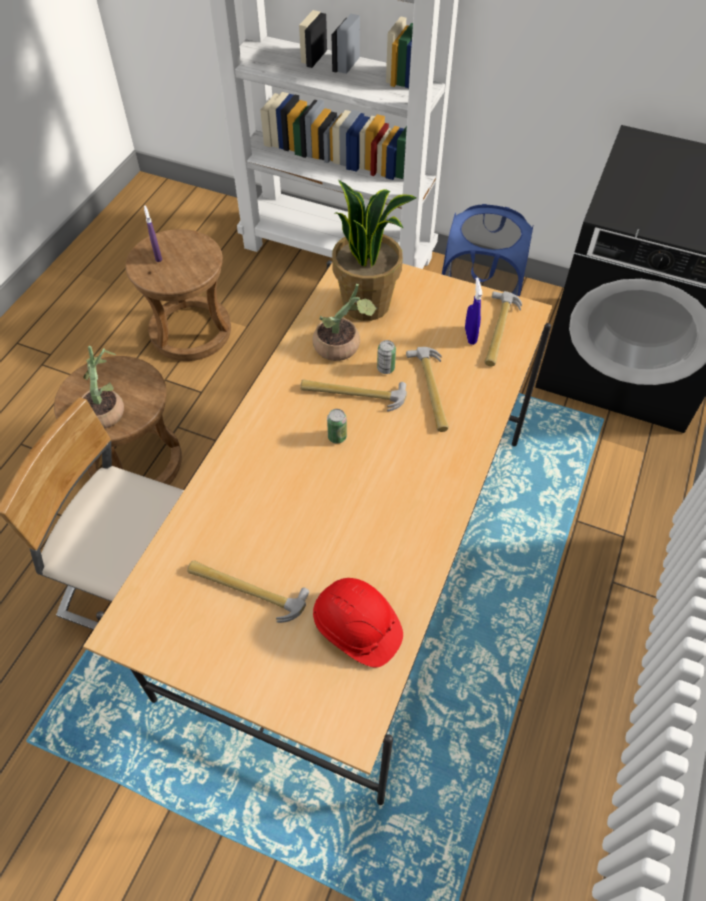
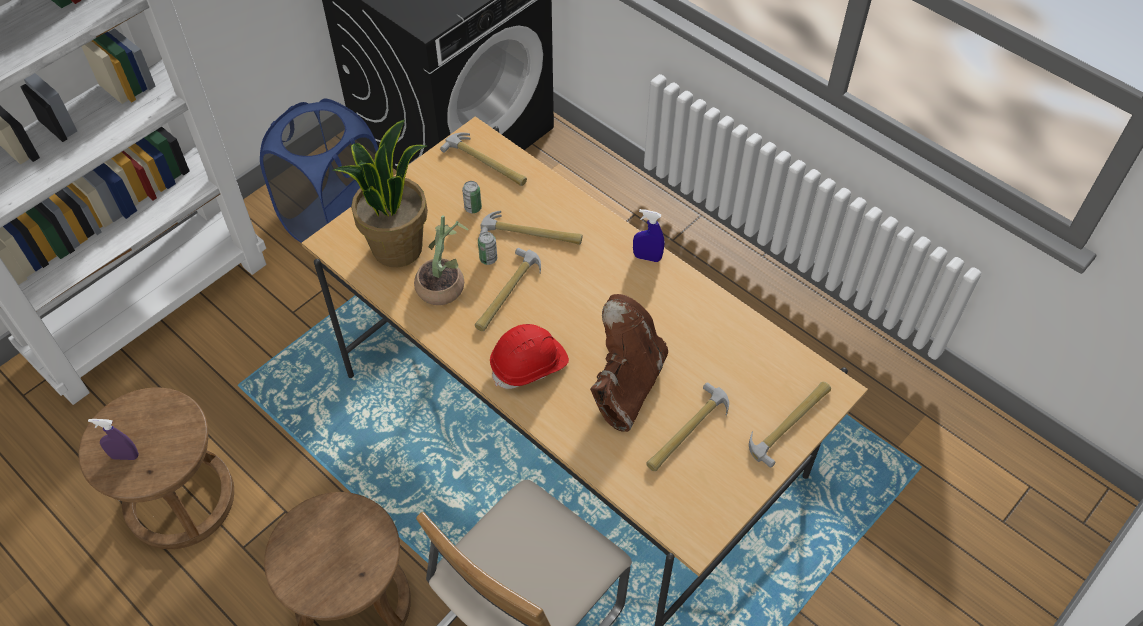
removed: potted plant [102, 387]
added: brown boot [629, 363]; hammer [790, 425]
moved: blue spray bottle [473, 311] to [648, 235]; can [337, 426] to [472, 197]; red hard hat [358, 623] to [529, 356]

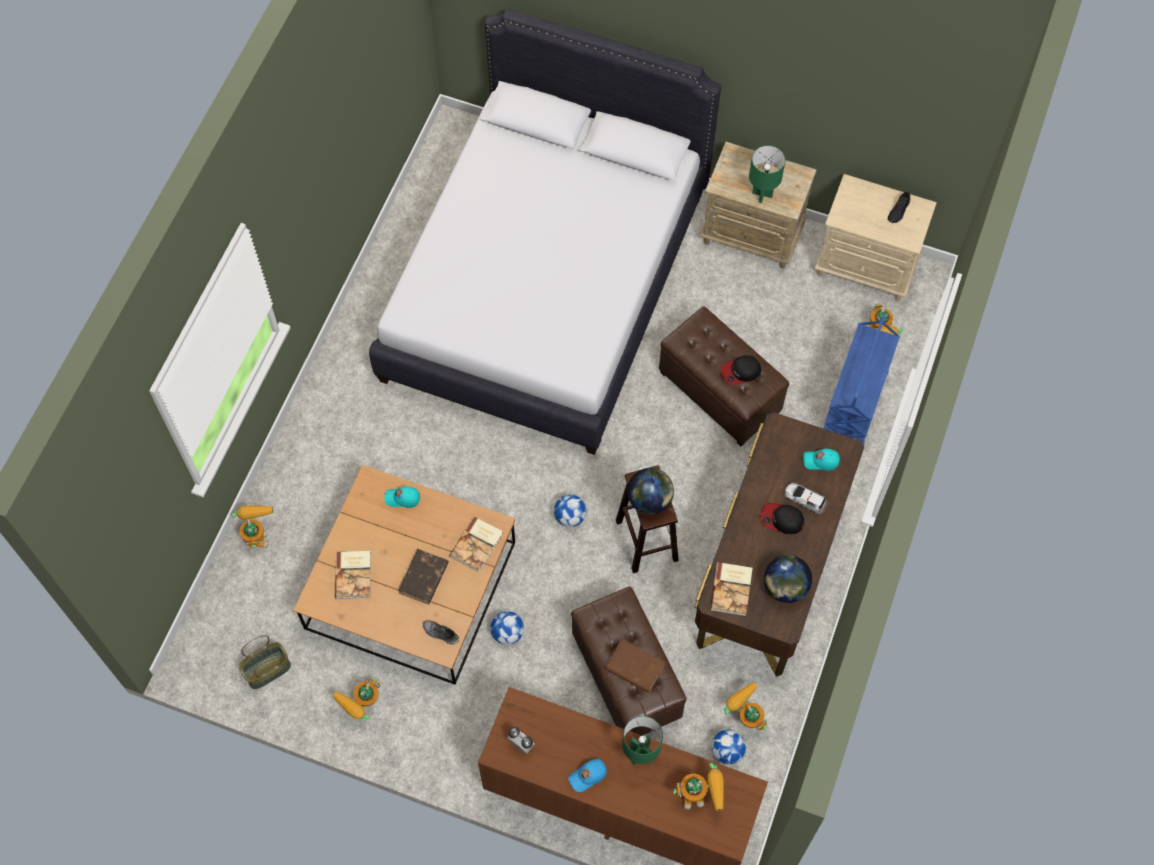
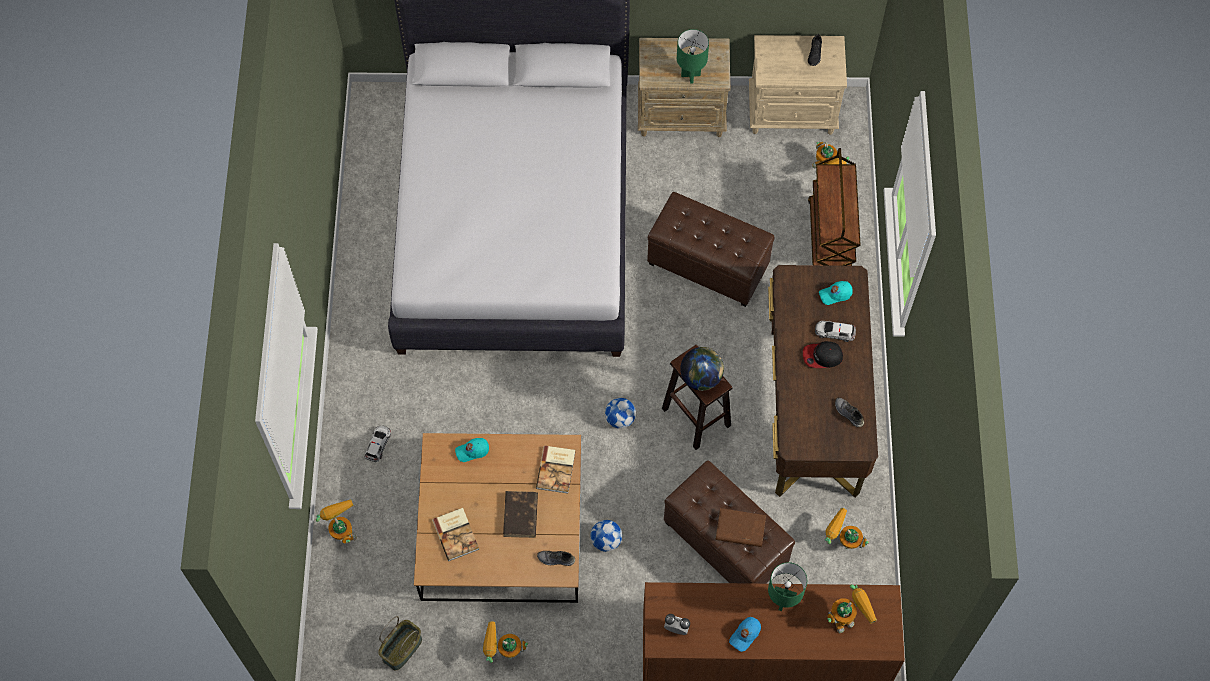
removed: cap [741, 370]; book [731, 589]; football [728, 746]
added: toy car [378, 443]
replaced: globe [788, 579] to grey shoe [849, 412]
recoloured: blue cart [861, 379] to brown cart [834, 207]
turned: toy robot [356, 699] = [505, 642] 75 degrees clockwise

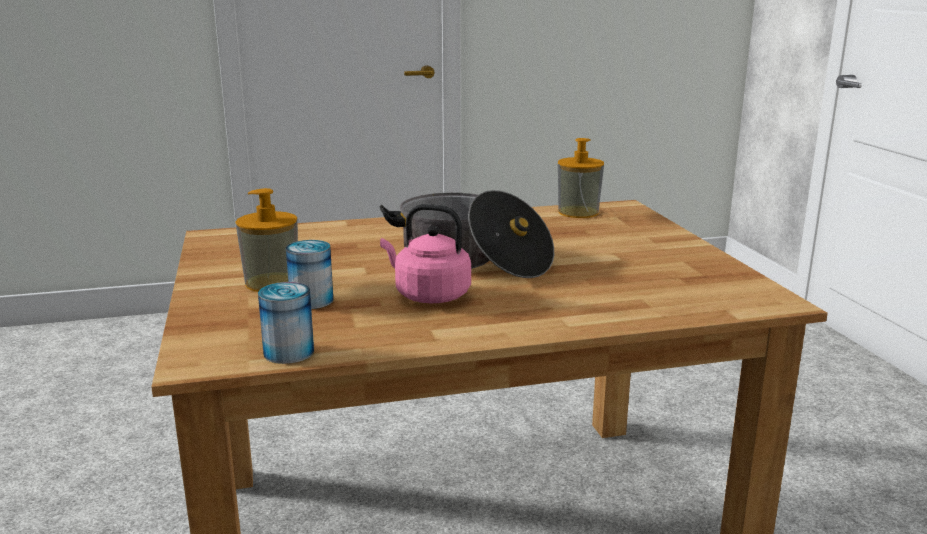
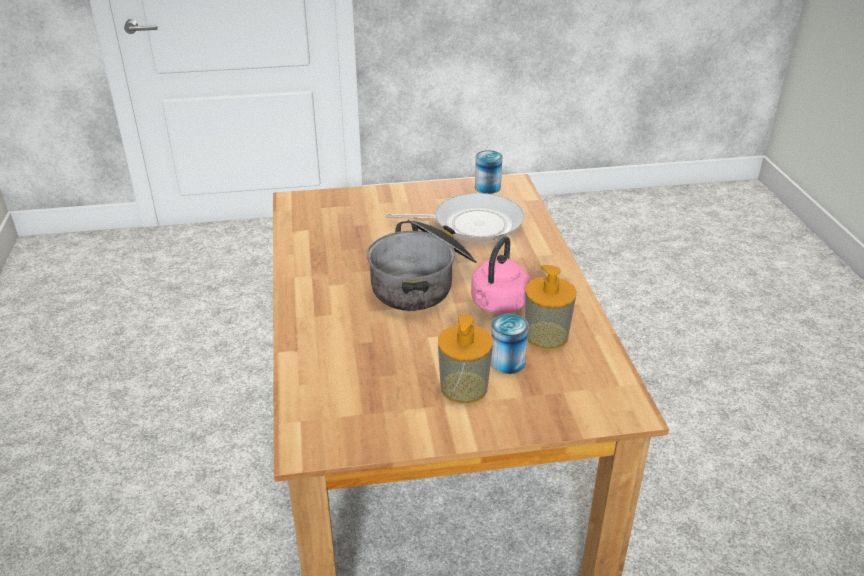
added: frying pan [455, 217]
moved: soap dispenser [581, 178] to [551, 307]; can [286, 323] to [488, 172]

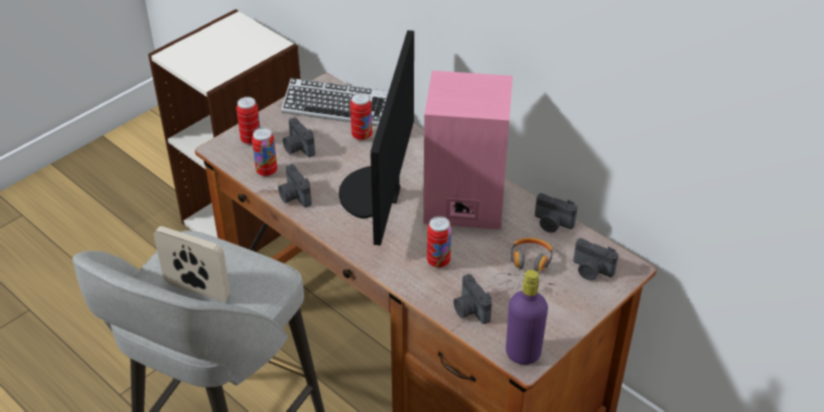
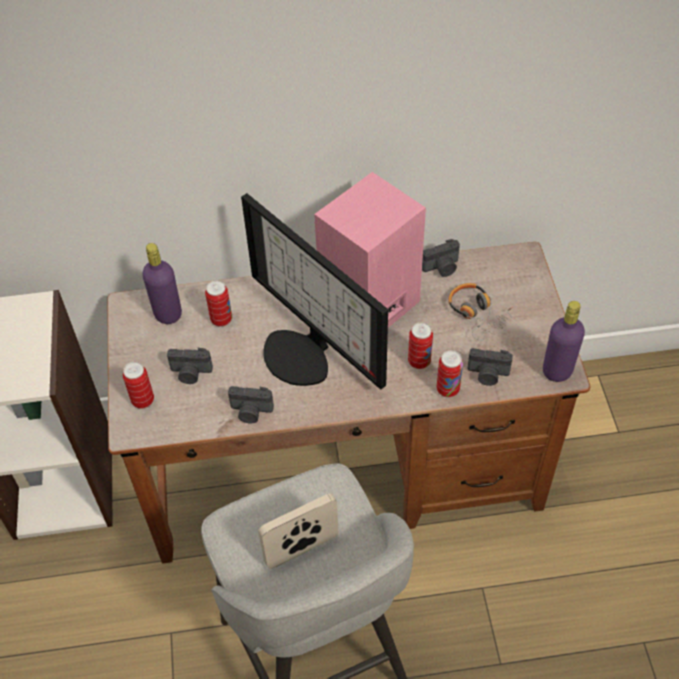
removed: photo camera [595, 259]
moved: can [264, 152] to [449, 373]
replaced: keyboard [335, 102] to purple bottle [162, 283]

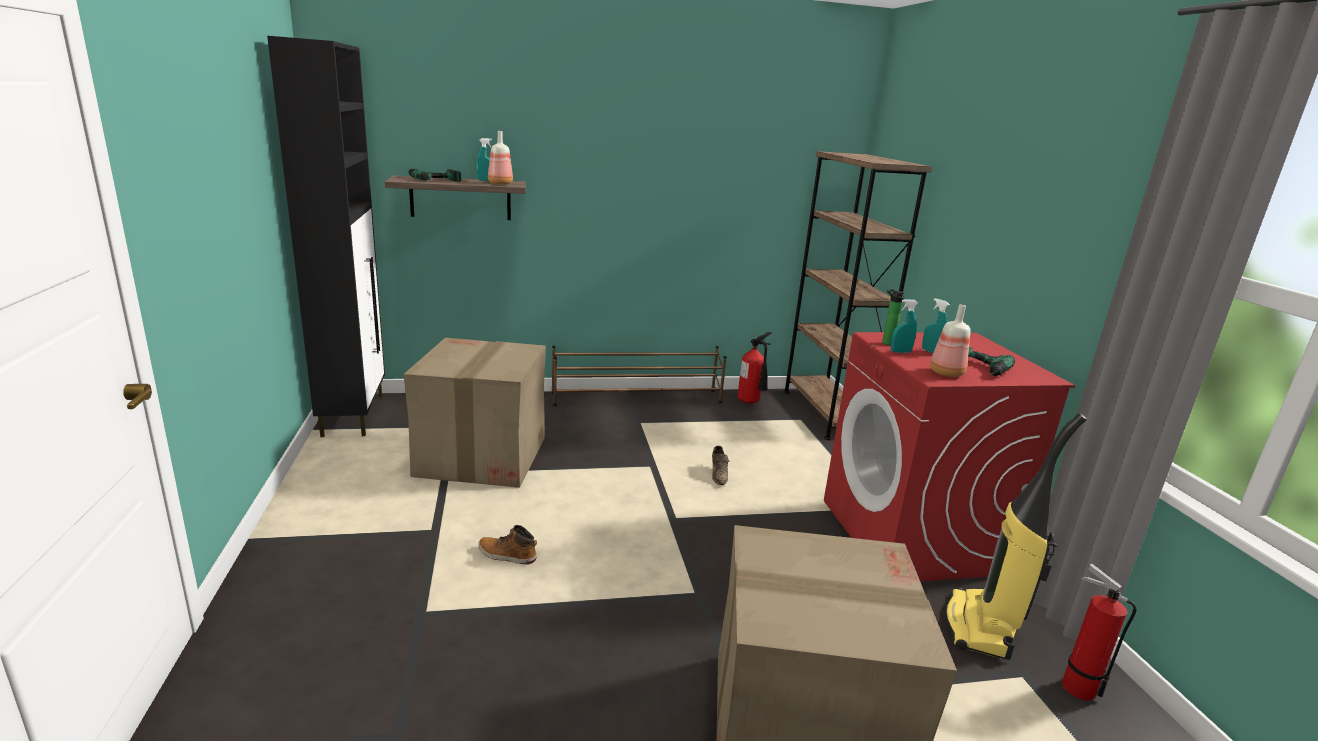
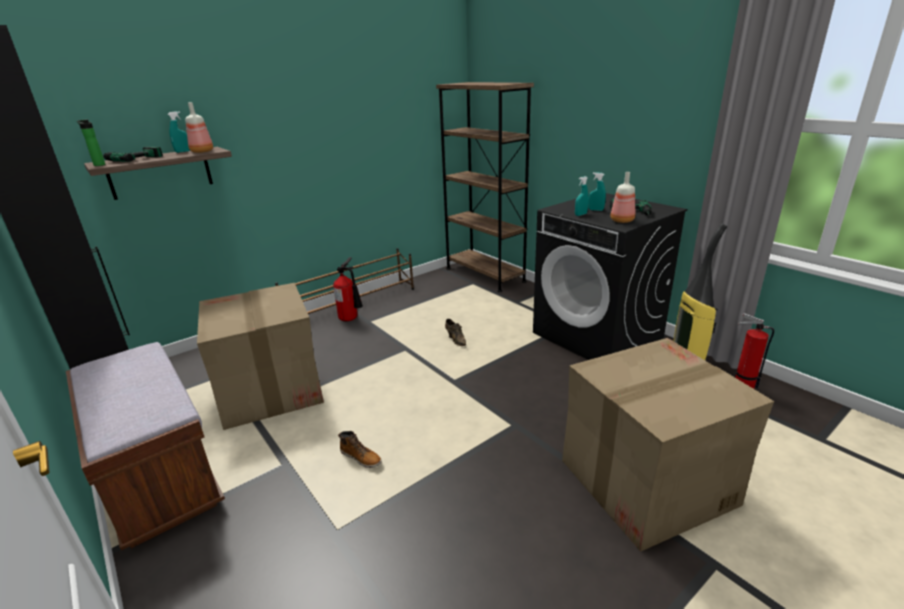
added: brown bench [145, 446]
moved: bottle [893, 317] to [91, 142]; fire extinguisher [755, 367] to [348, 289]
recoloured: red washing machine [949, 457] to black washing machine [610, 276]
turned: boot [508, 545] = [360, 449] 135 degrees counterclockwise

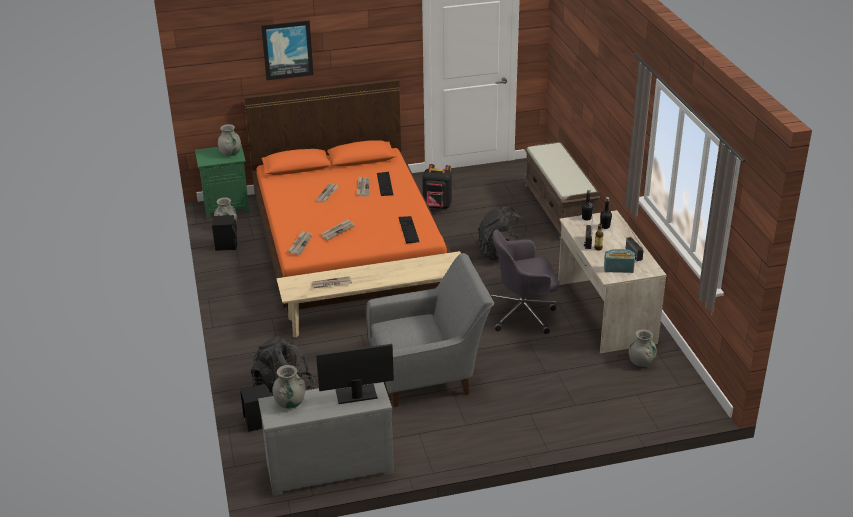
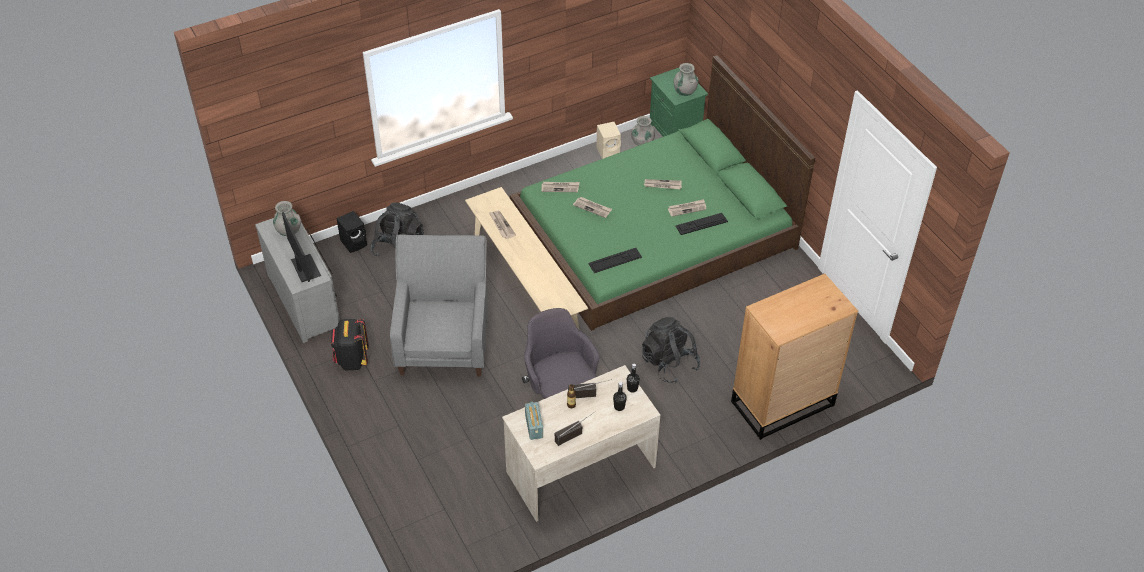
removed: picture [287, 50]; grey vase [643, 348]
moved: black backpack [437, 186] to [350, 344]
replaced: brown bench [561, 190] to brown dresser [794, 357]
recoloured: orange bed [347, 195] to green bed [662, 193]; black speaker [224, 233] to beige speaker [608, 140]
turned: grey armchair [430, 330] = [438, 305] 150 degrees counterclockwise

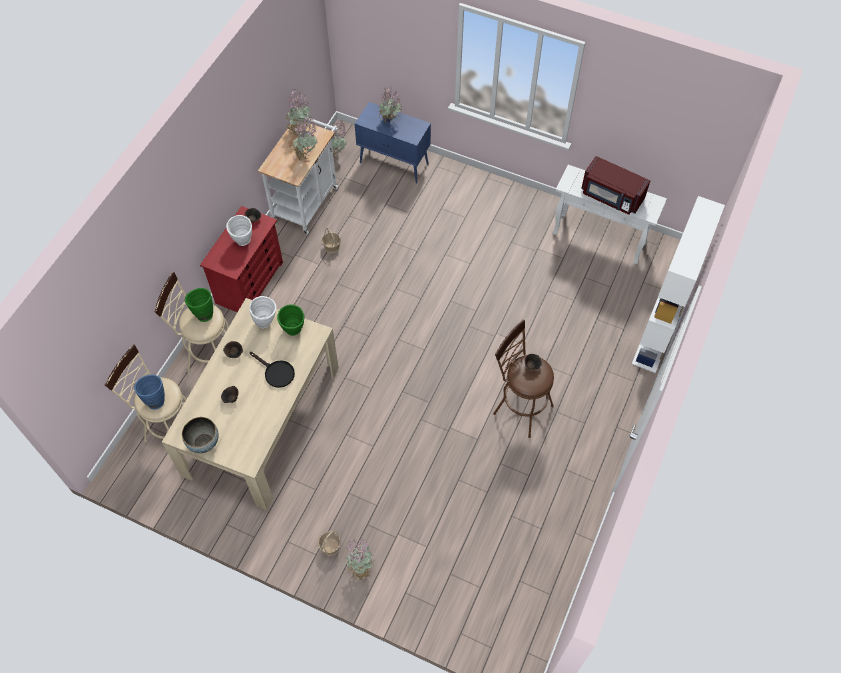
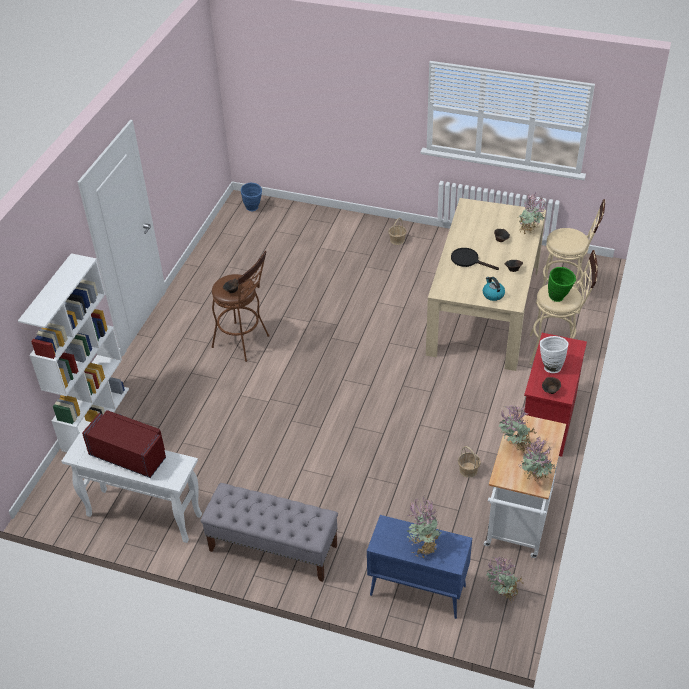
removed: green vase [290, 320]; bowl [200, 435]
added: grey bench [269, 532]
moved: blue vase [149, 391] to [251, 197]; potted plant [358, 558] to [532, 214]
replaced: white vase [263, 312] to kettle [494, 289]

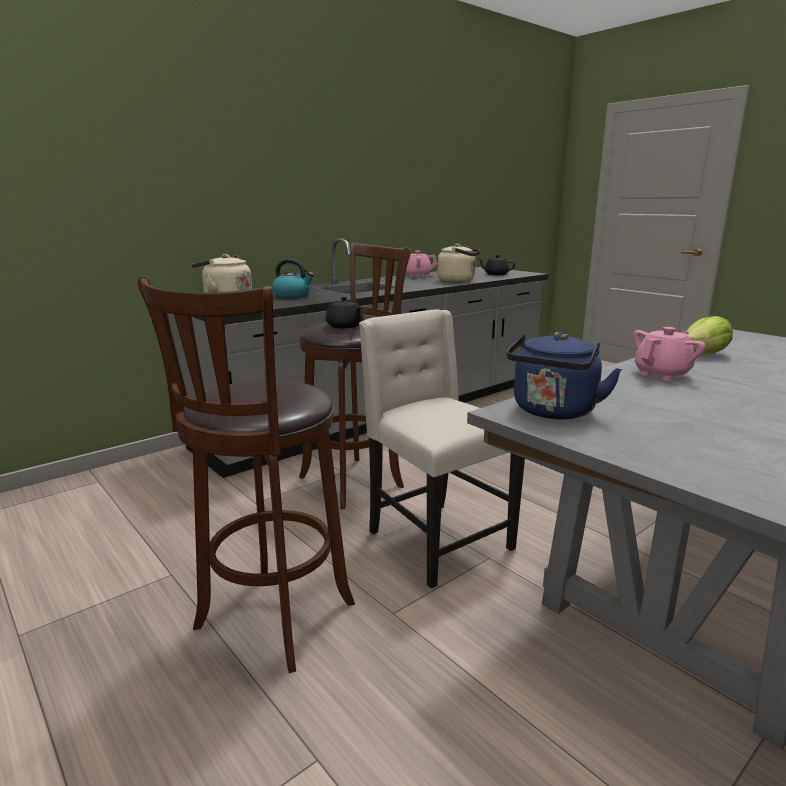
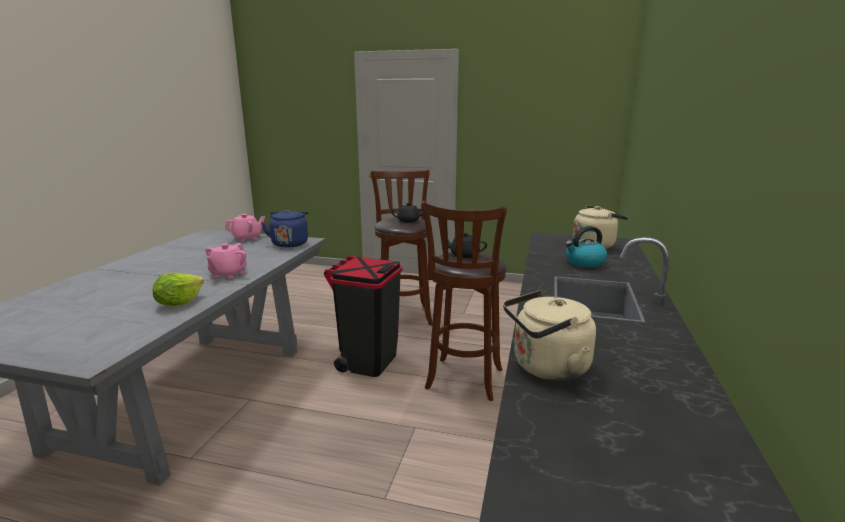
moved: pink teapot [421, 264] to [245, 228]; black teapot [496, 265] to [407, 212]
replaced: beige chair [442, 449] to black trash can [363, 316]

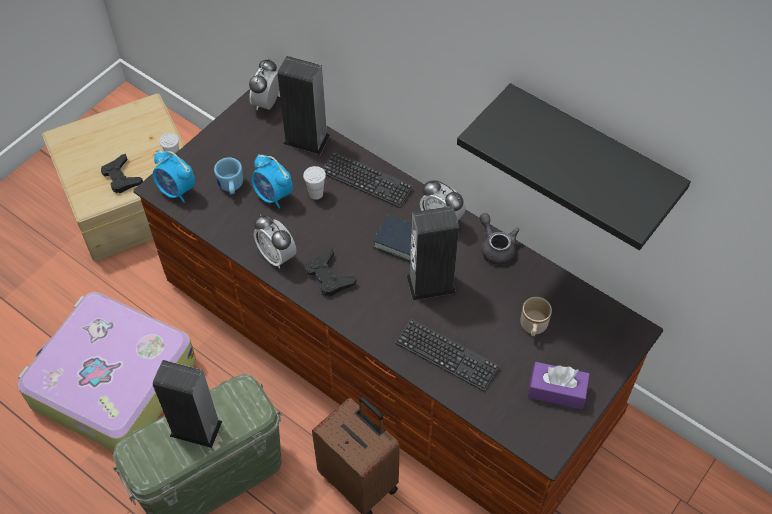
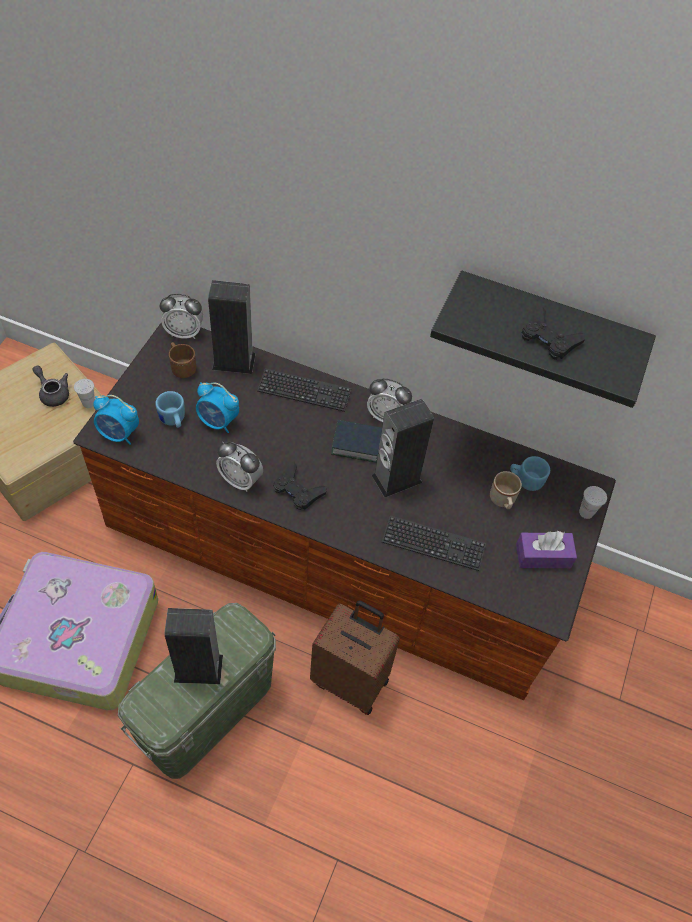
added: brown mug [182, 360]; blue mug [530, 473]
moved: black game controller [122, 173] to [554, 333]; white cup [314, 183] to [593, 502]; grey teapot [499, 239] to [50, 386]
turned: alarm clock [264, 84] = [181, 316] 90 degrees counterclockwise

